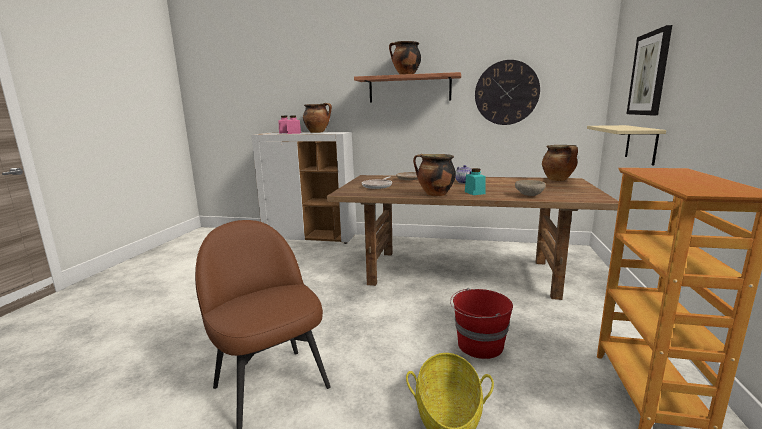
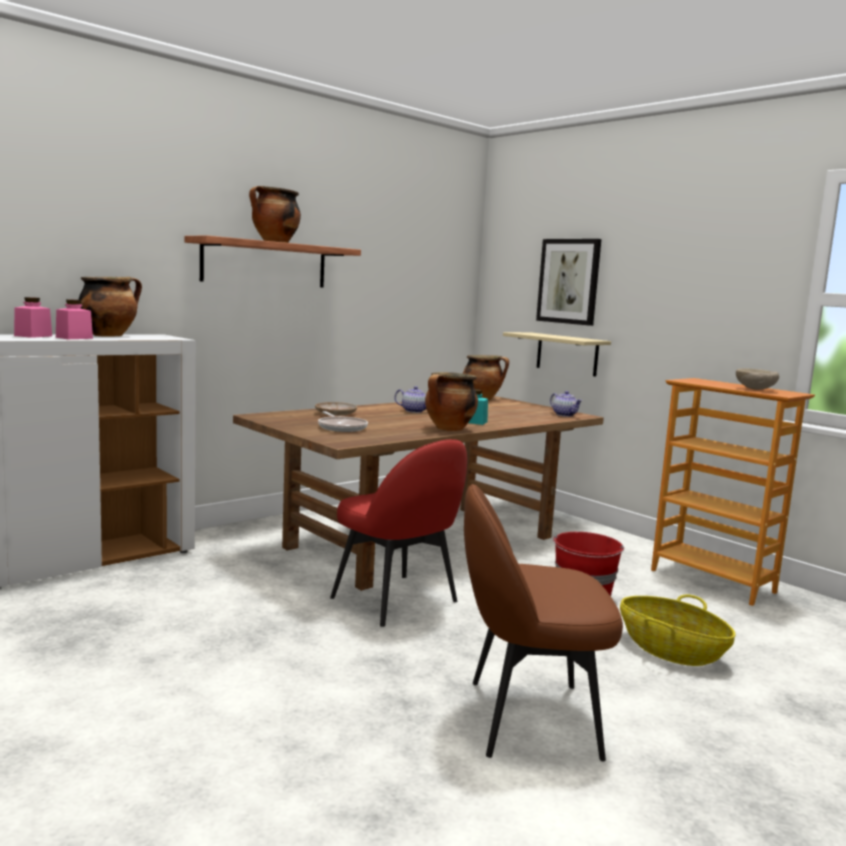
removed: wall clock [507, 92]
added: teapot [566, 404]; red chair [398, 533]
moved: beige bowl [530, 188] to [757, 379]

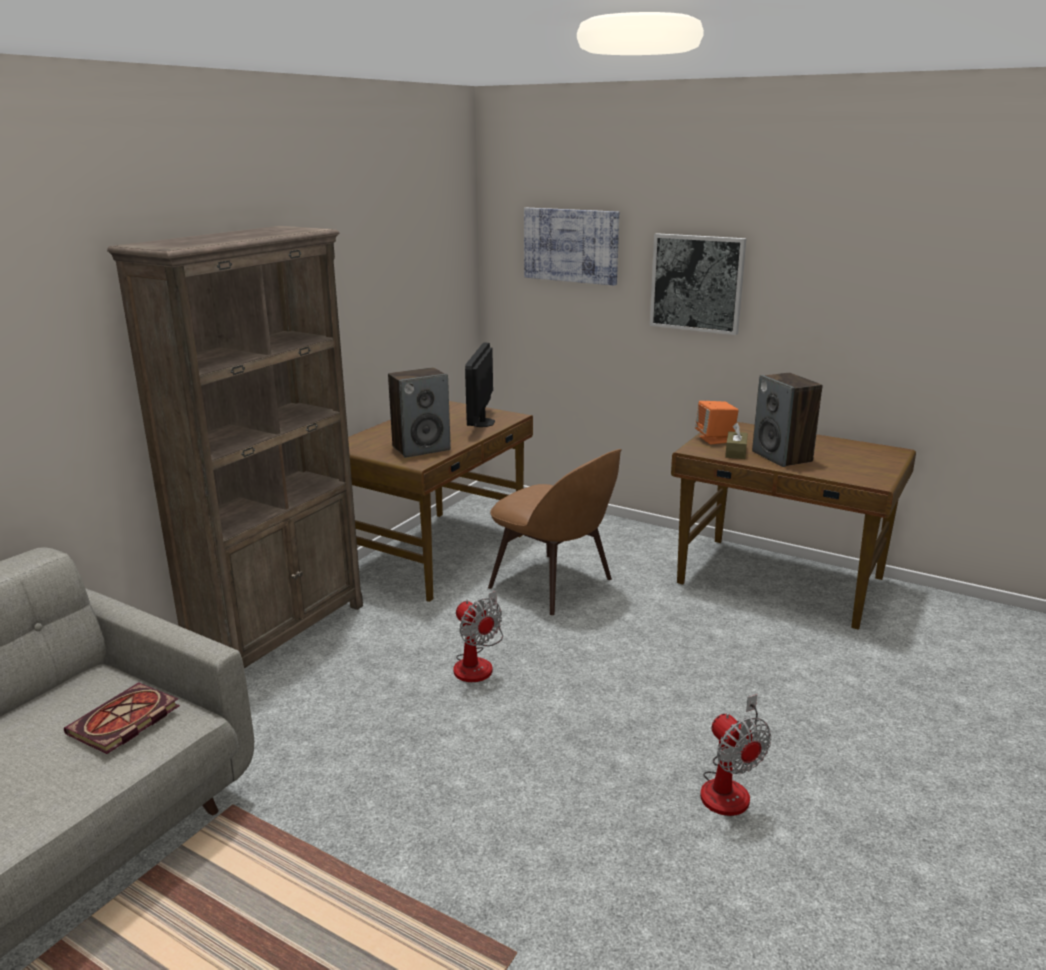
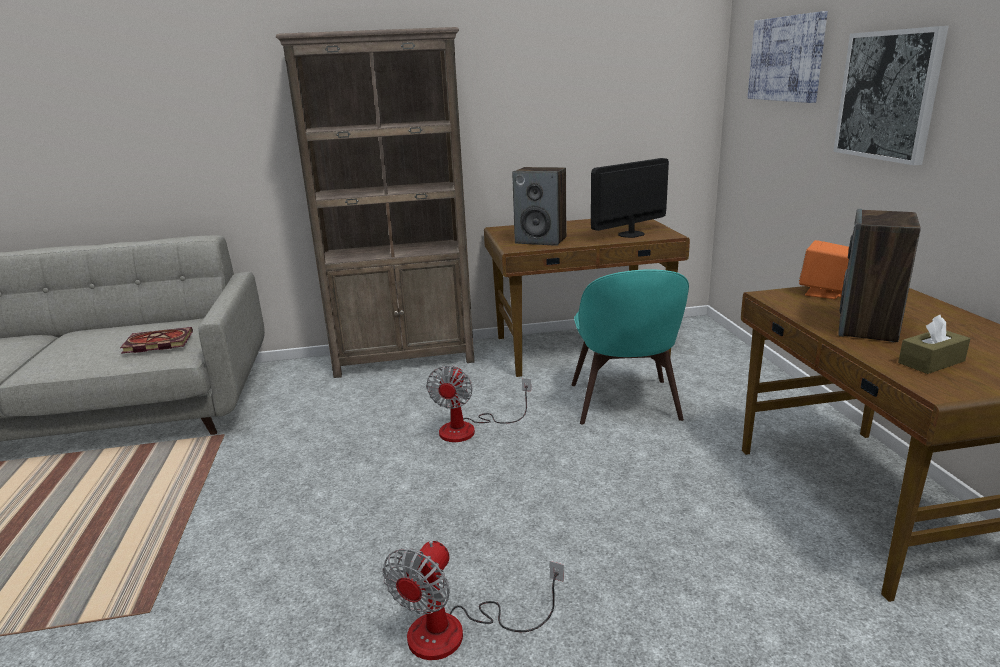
moved: brown tissue box [736, 441] to [934, 344]
recoloured: brown chair [555, 532] to turquoise chair [630, 347]

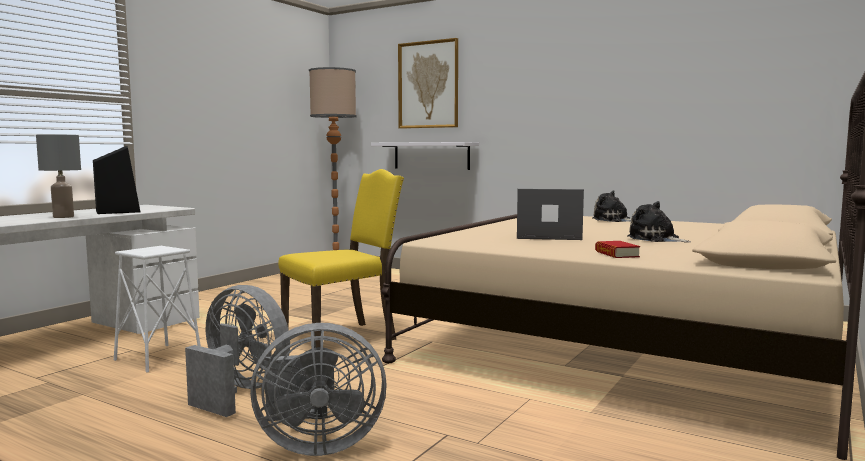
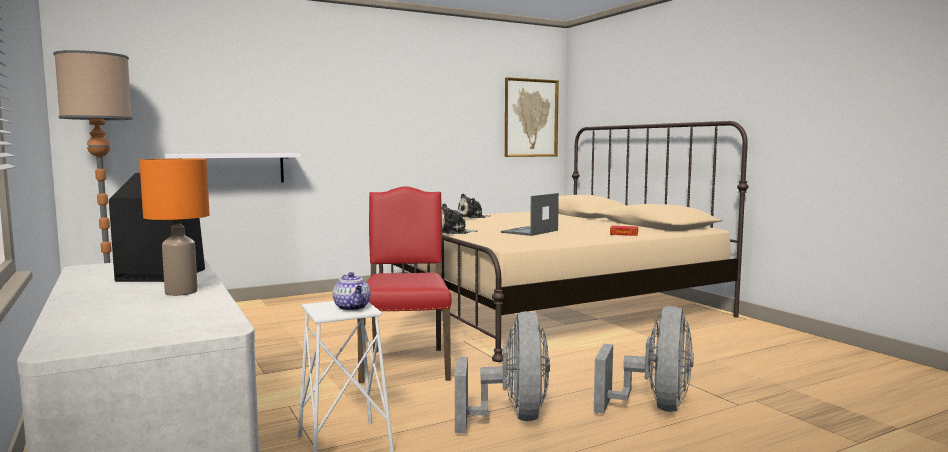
added: teapot [352, 291]
moved: picture [428, 83] to [532, 117]; plush toy [659, 222] to [460, 218]
recoloured: grey table lamp [58, 176] to orange table lamp [174, 227]; yellow chair [341, 258] to red chair [404, 284]
turned: grey fan [237, 351] = [502, 372] 120 degrees clockwise

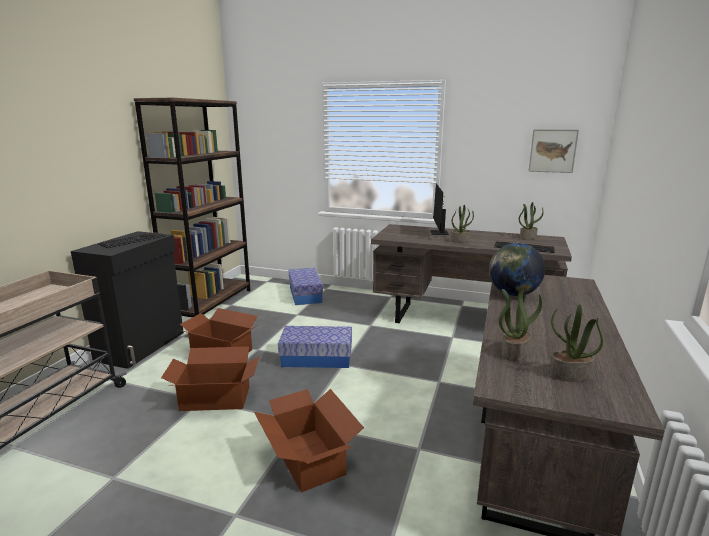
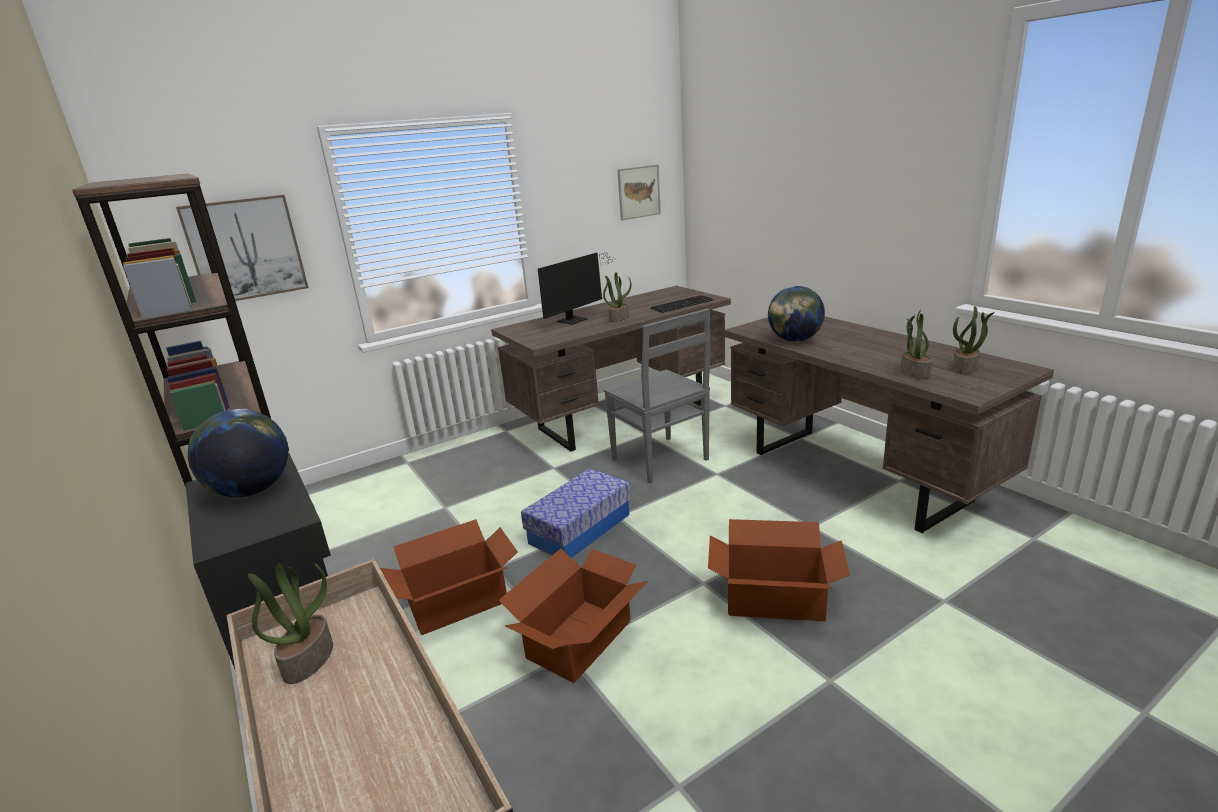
removed: storage box [306, 286]
added: picture [242, 248]; grey chair [656, 396]
moved: potted plant [531, 221] to [290, 623]
replaced: keyboard [131, 240] to globe [238, 453]
turned: monitor [439, 209] = [577, 288] 90 degrees counterclockwise

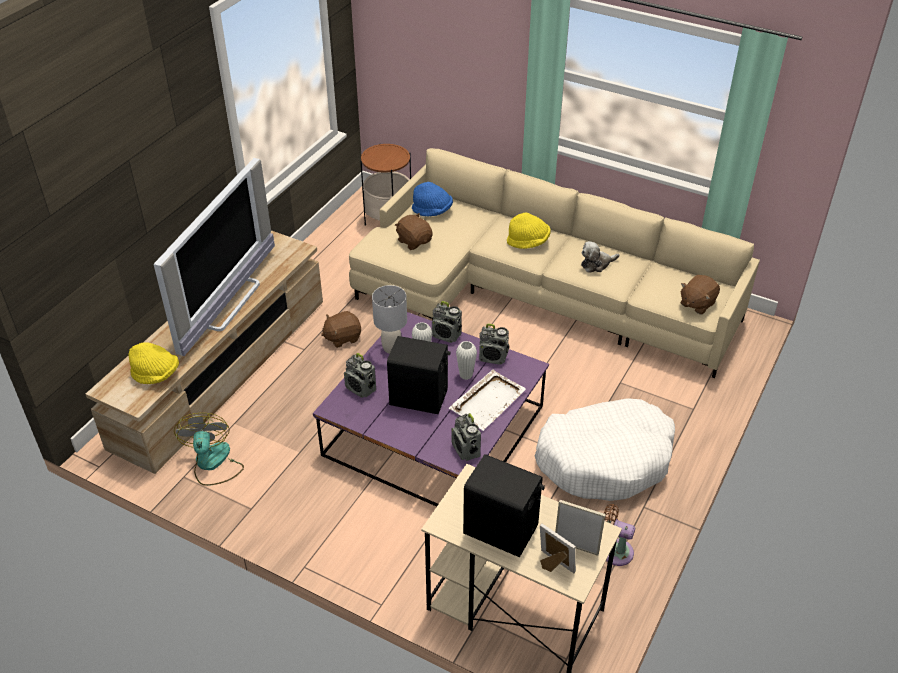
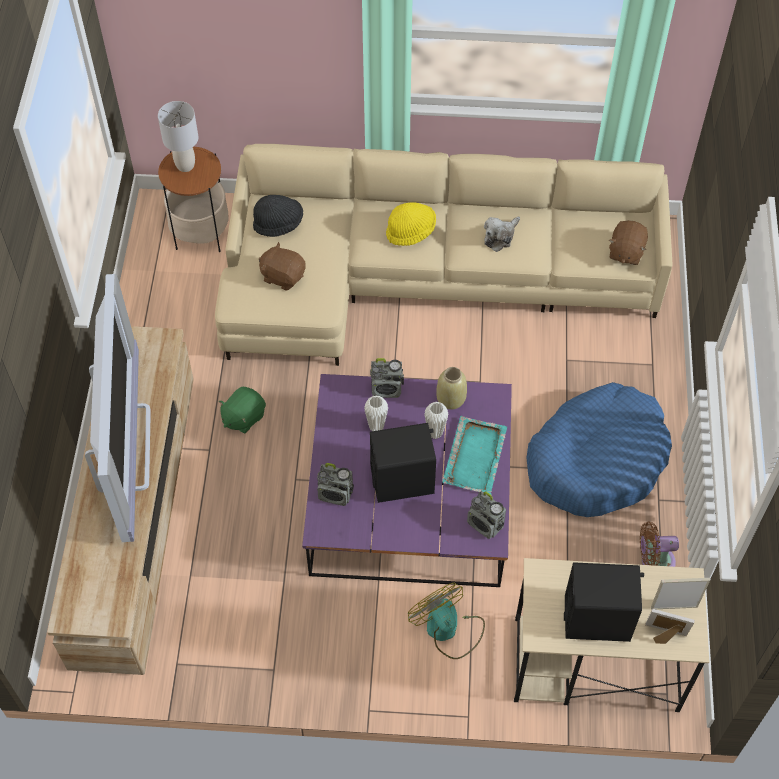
removed: yellow hat [153, 363]
moved: grey table lamp [389, 319] to [178, 136]; fan [209, 449] to [446, 621]
replaced: radio [494, 344] to beige vase [451, 388]
recoloured: blue hat [432, 199] to black hat [278, 216]; brown plush toy [341, 329] to green plush toy [242, 410]; white tray [487, 400] to turquoise tray [474, 455]; white dog bed [605, 449] to blue dog bed [599, 449]

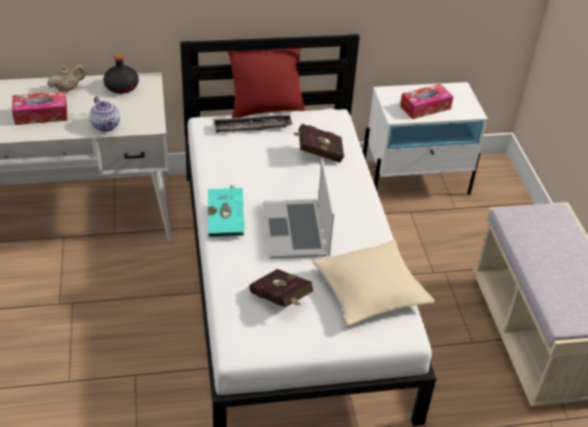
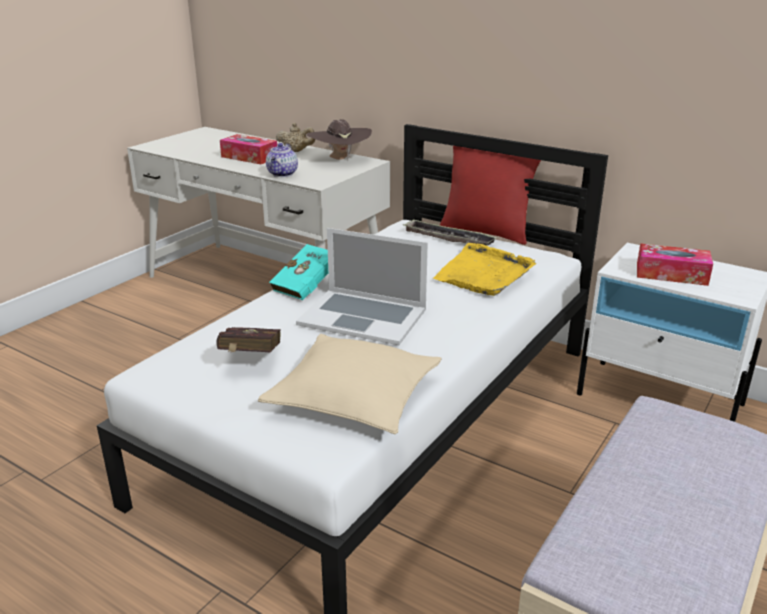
replaced: black bottle [121, 73] to brown hat [339, 140]; red book [318, 143] to yellow tray [484, 269]
turned: laptop [299, 209] = [362, 286] 105 degrees counterclockwise

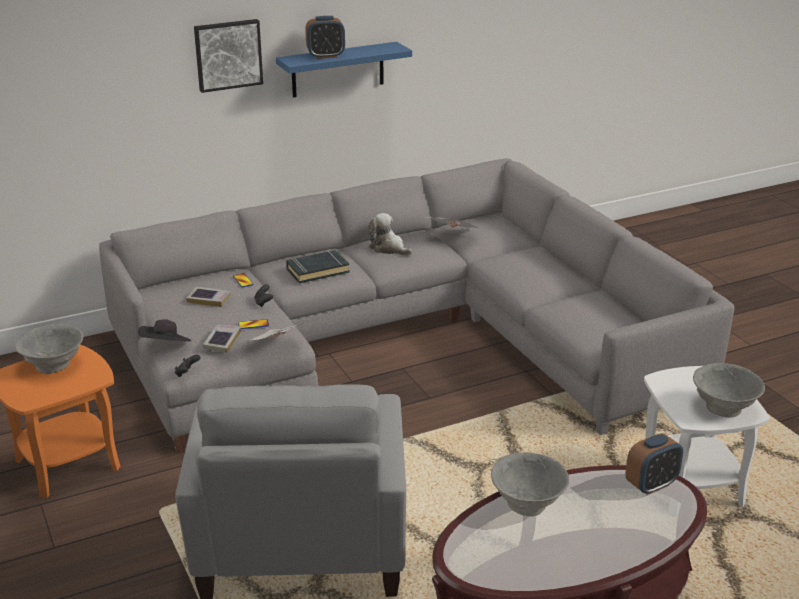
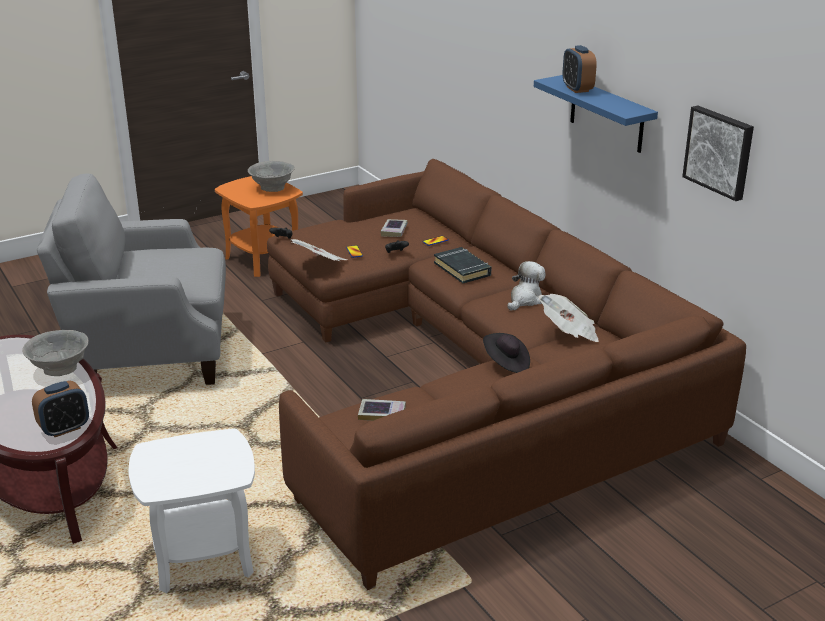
removed: grey bowl [729, 390]
moved: picture [228, 56] to [718, 153]; black hat [164, 330] to [506, 353]; book [222, 339] to [382, 410]
recoloured: grey sofa [417, 306] to brown sofa [506, 374]
turned: alarm clock [654, 464] = [60, 409] 90 degrees counterclockwise

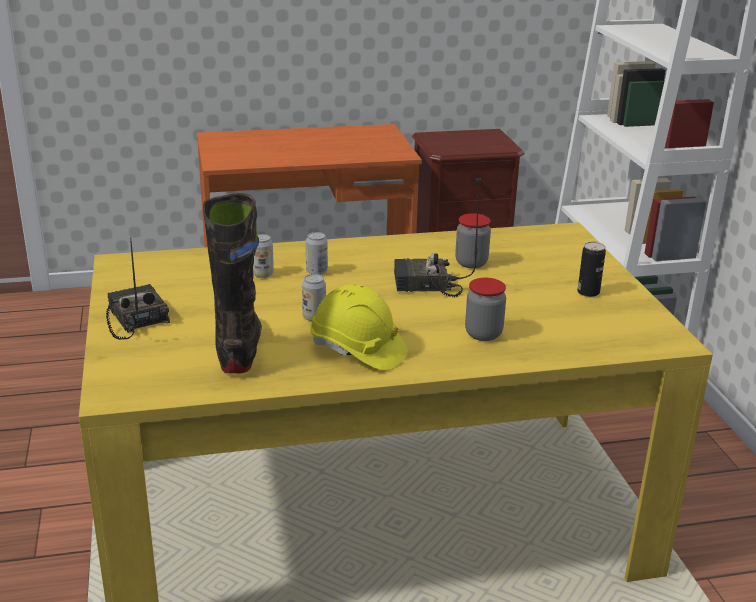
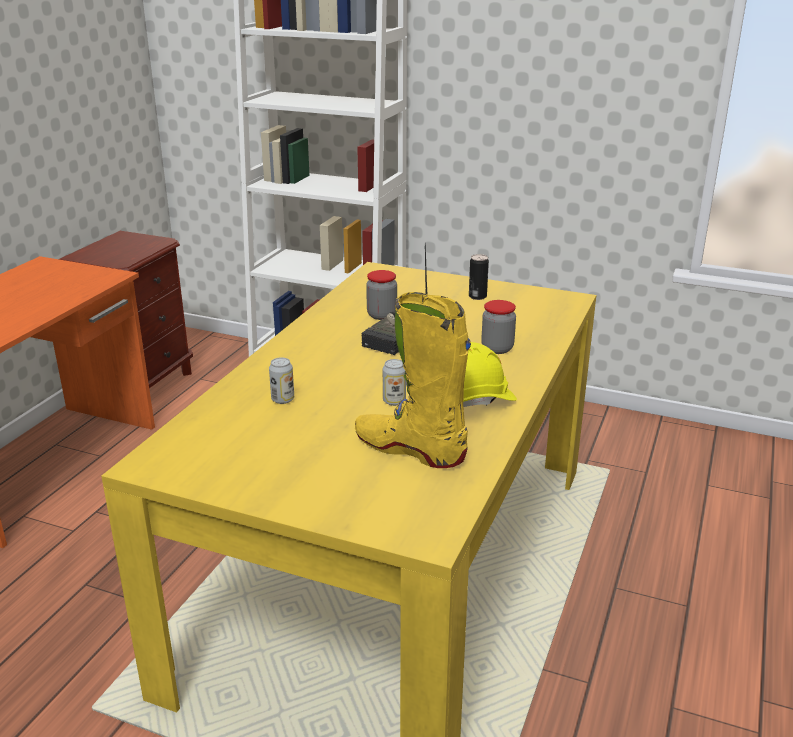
removed: can [317, 253]; radio [138, 289]
recoloured: black boot [232, 283] to yellow boot [413, 380]

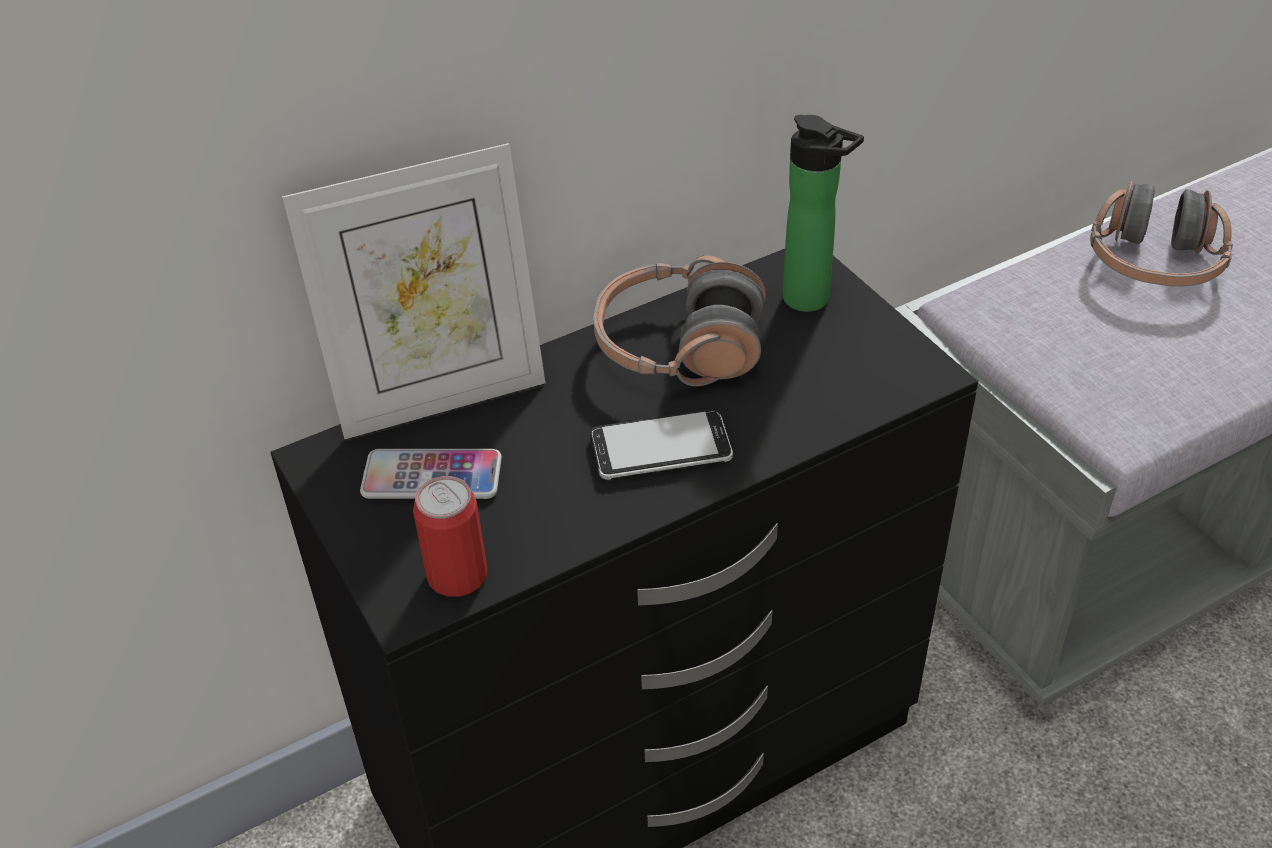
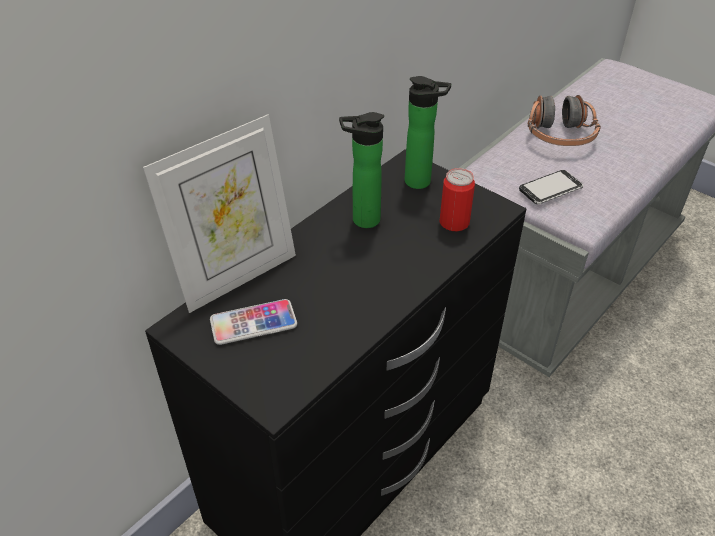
moved: phone [661, 444] to [551, 187]; can [450, 536] to [457, 199]
replaced: headphones [679, 320] to bottle [361, 170]

